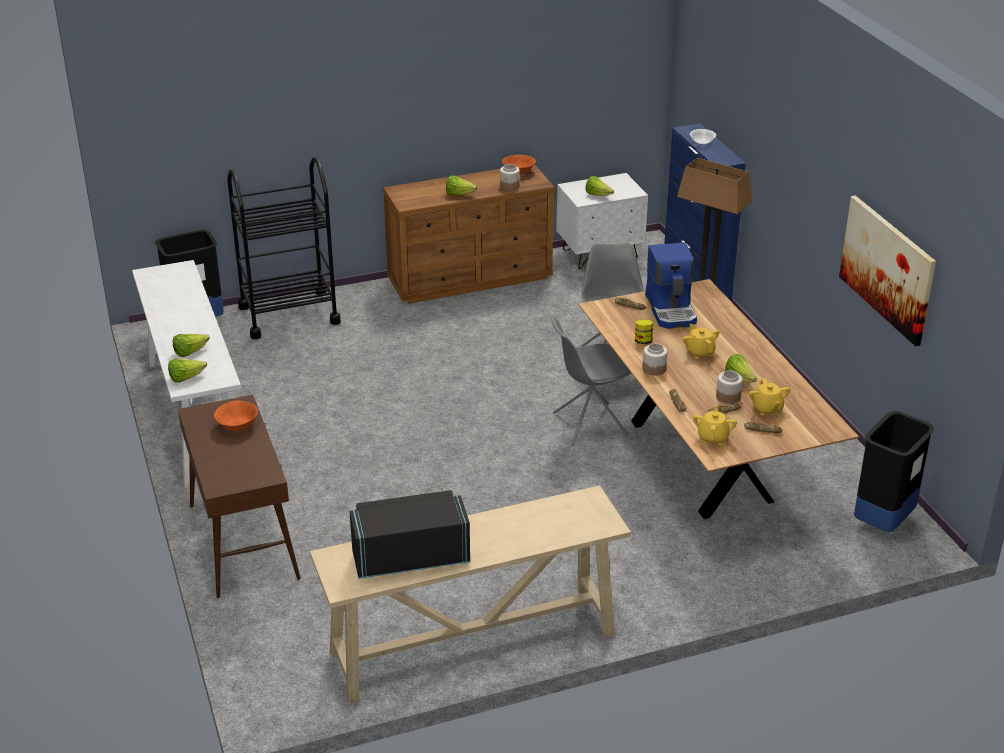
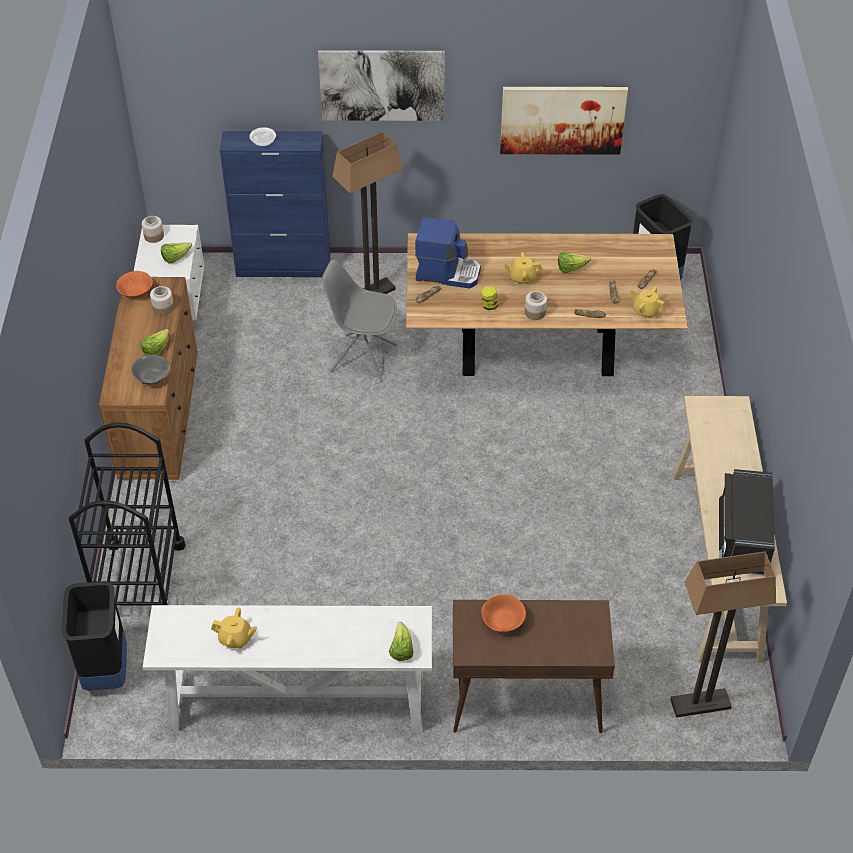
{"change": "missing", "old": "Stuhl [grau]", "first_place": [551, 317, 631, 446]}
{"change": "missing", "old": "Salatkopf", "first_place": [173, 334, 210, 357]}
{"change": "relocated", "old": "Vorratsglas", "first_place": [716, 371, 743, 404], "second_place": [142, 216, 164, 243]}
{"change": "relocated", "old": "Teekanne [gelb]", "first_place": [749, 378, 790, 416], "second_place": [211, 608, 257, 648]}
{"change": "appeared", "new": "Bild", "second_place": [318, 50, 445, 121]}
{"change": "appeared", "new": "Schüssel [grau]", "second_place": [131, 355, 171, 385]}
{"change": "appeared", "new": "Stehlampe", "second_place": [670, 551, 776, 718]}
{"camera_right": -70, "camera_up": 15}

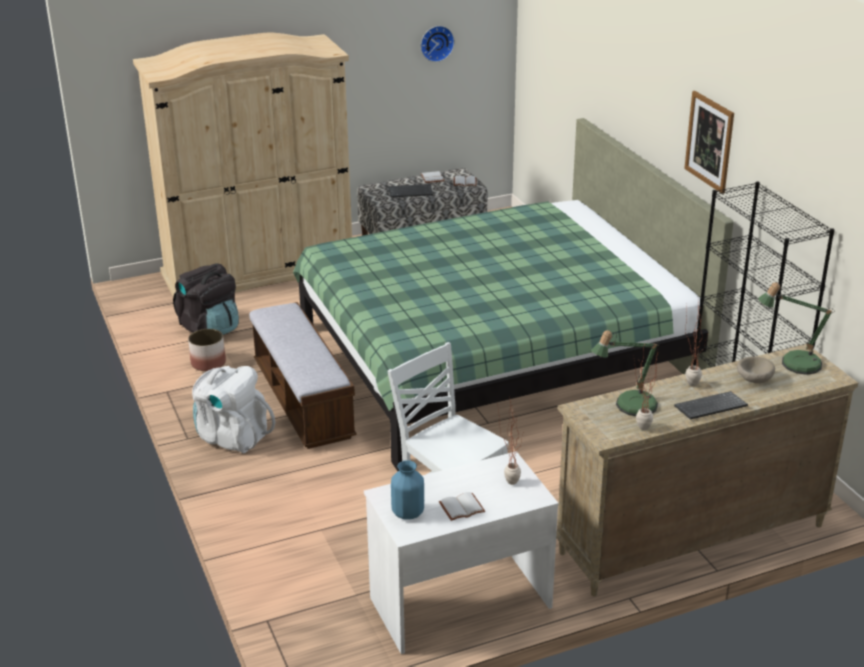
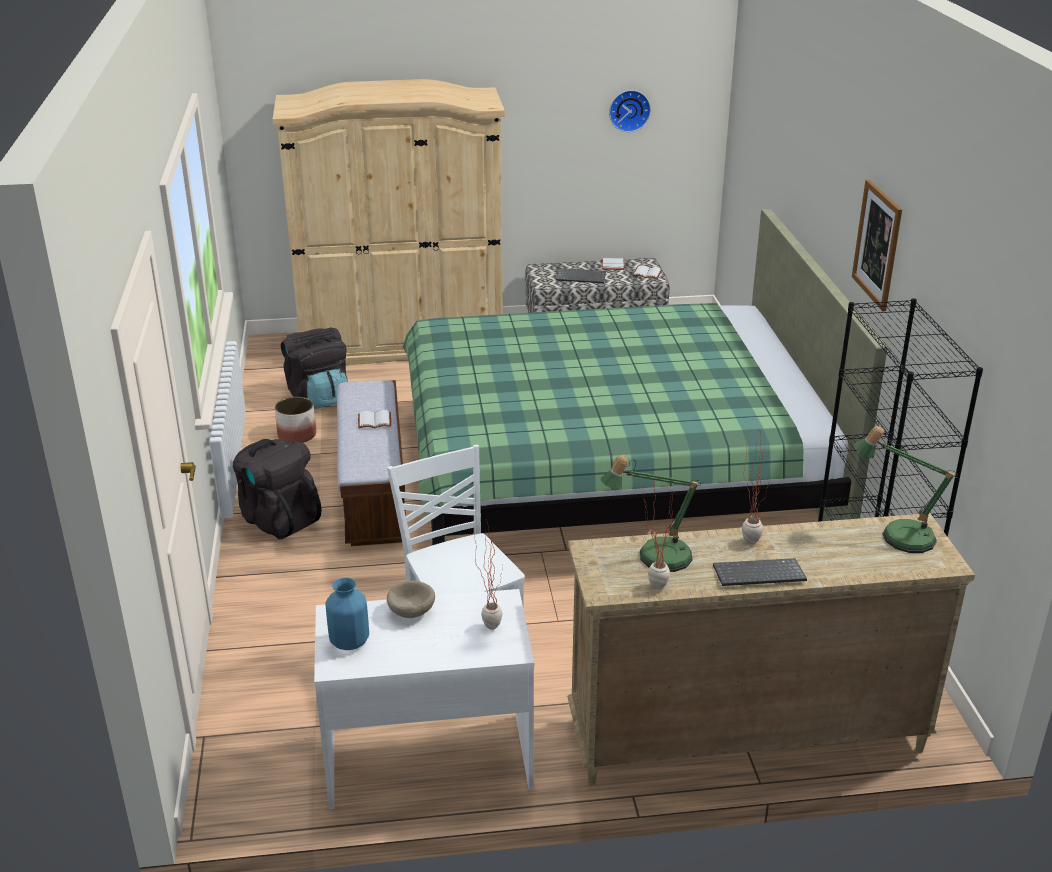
{"change": "relocated", "old": "Schüssel [beige]", "first_place": [737, 357, 775, 384], "second_place": [387, 581, 435, 618]}
{"change": "colour", "old": "Rucksack [weiß]", "new": "Rucksack [schwarz]", "first_place": [192, 366, 275, 453], "second_place": [233, 439, 322, 539]}
{"change": "relocated", "old": "Buch [weiß]", "first_place": [439, 492, 485, 521], "second_place": [358, 410, 391, 428]}
{"camera_right": 15, "camera_up": 0}

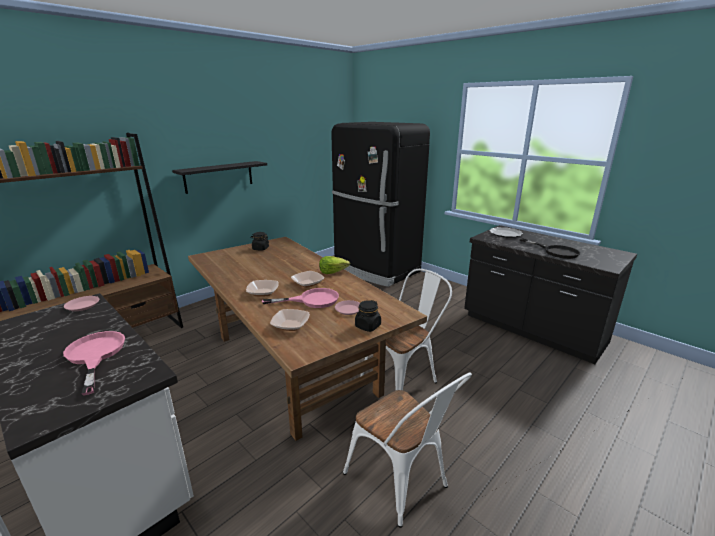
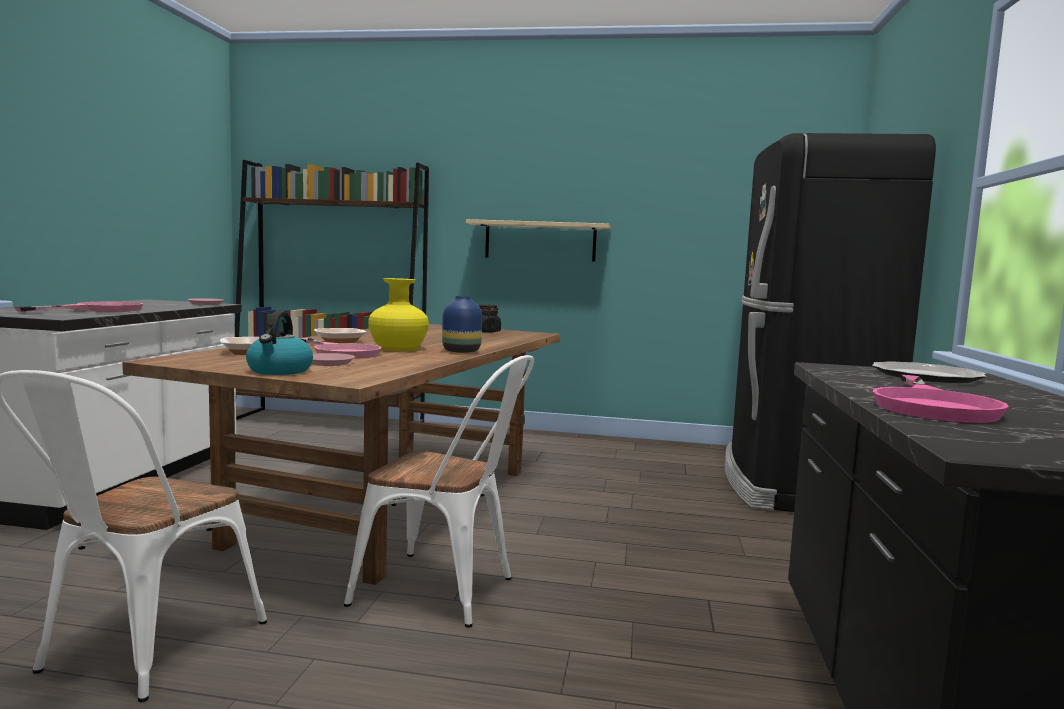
{"change": "colour", "old": "Wandregal [schwarz]", "new": "Wandregal [beige]", "first_place": [172, 161, 267, 194], "second_place": [466, 219, 611, 262]}
{"change": "colour", "old": "Pfanne [schwarz]", "new": "Pfanne [rosa]", "first_place": [520, 238, 580, 259], "second_place": [873, 375, 1009, 423]}
{"change": "exchanged", "old": "Salatkopf", "new": "Vase [blau]", "first_place": [319, 256, 350, 274], "second_place": [442, 295, 482, 353]}
{"change": "exchanged", "old": "Schüssel", "new": "Vase [gelb]", "first_place": [291, 271, 324, 288], "second_place": [368, 278, 429, 351]}
{"change": "exchanged", "old": "Vorratsglas [schwarz]", "new": "Wasserkessel", "first_place": [355, 300, 381, 332], "second_place": [246, 311, 313, 375]}
{"camera_right": 55, "camera_up": -15}

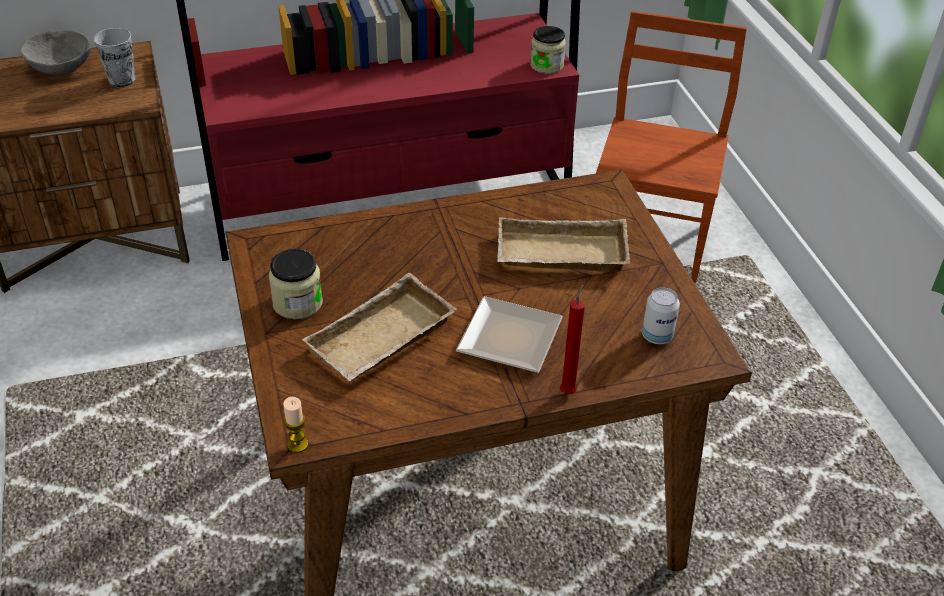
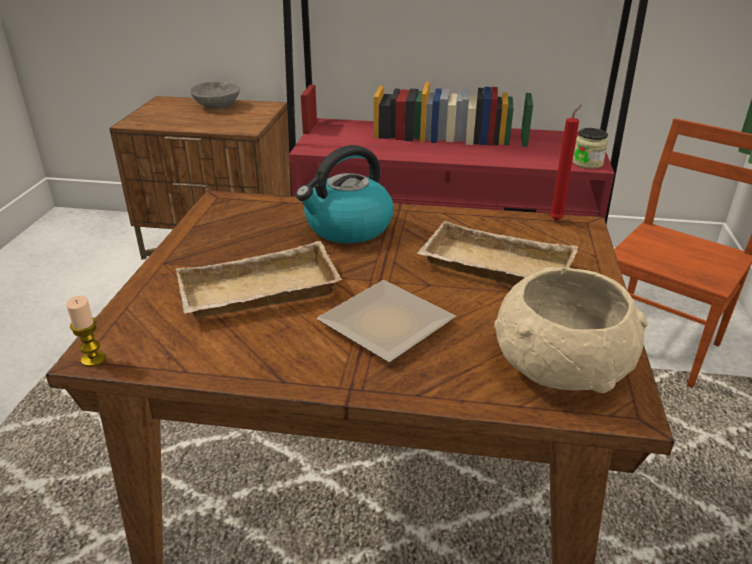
{"change": "missing", "old": "Tasse", "first_place": [94, 28, 135, 87]}
{"change": "missing", "old": "Vorratsglas", "first_place": [269, 249, 323, 319]}
{"change": "relocated", "old": "Kerze [rot]", "first_place": [560, 284, 585, 394], "second_place": [550, 105, 582, 220]}
{"change": "exchanged", "old": "Dose", "new": "Schüssel [beige]", "first_place": [642, 288, 680, 344], "second_place": [494, 267, 648, 393]}
{"change": "appeared", "new": "Wasserkessel", "second_place": [296, 145, 393, 243]}
{"camera_right": 25, "camera_up": -10}

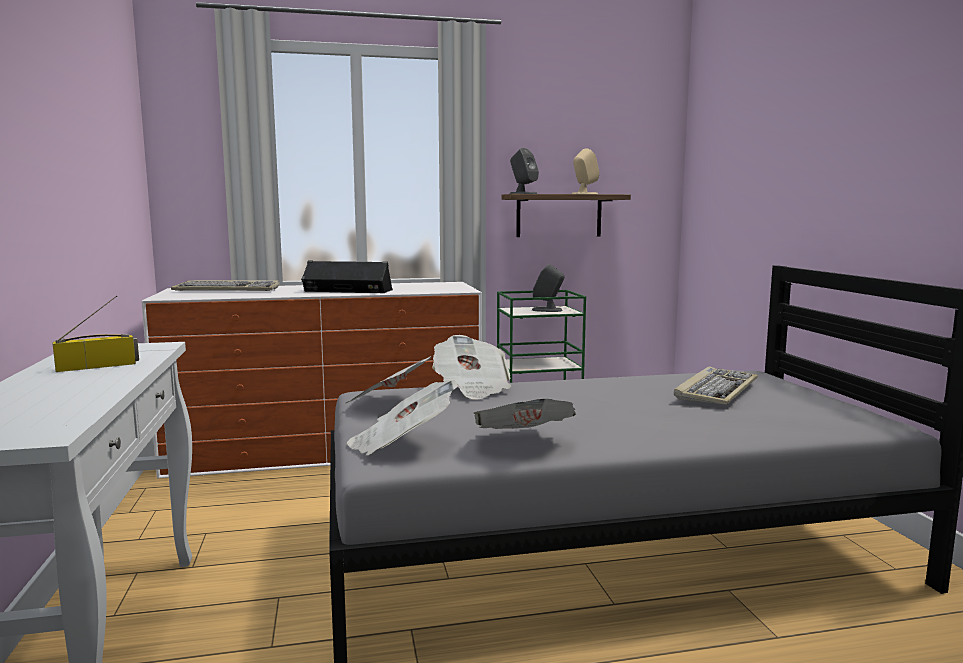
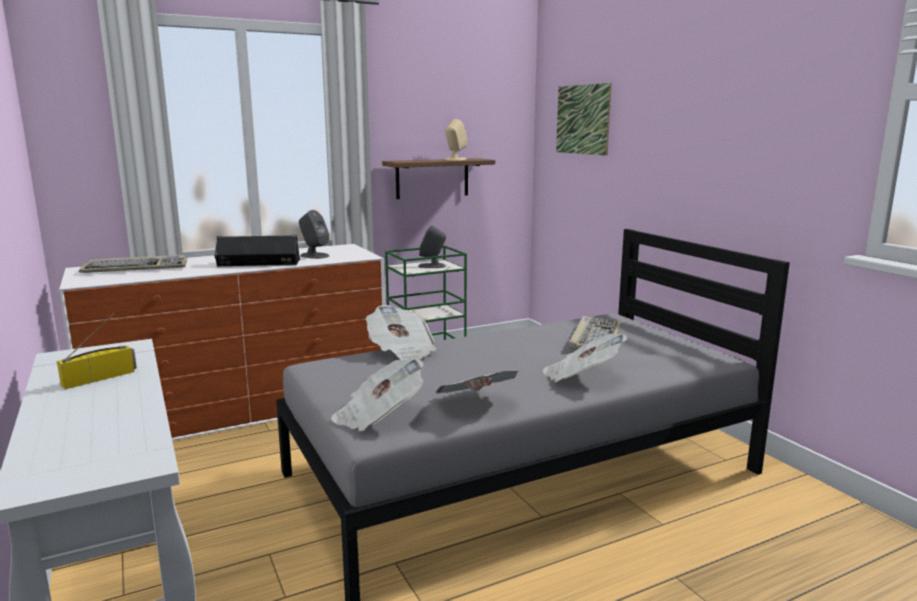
{"change": "relocated", "old": "Lautsprecher [grau]", "first_place": [510, 148, 539, 194], "second_place": [299, 210, 329, 259]}
{"change": "relocated", "old": "Zeitung", "first_place": [346, 356, 432, 403], "second_place": [543, 333, 627, 382]}
{"change": "appeared", "new": "Bild", "second_place": [556, 83, 612, 156]}
{"camera_right": -15, "camera_up": 5}

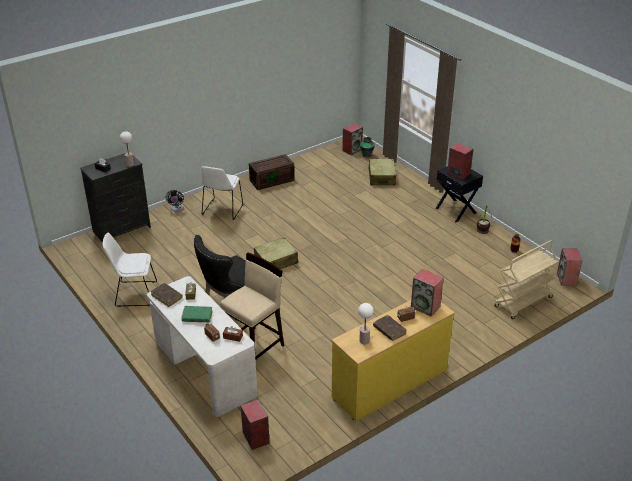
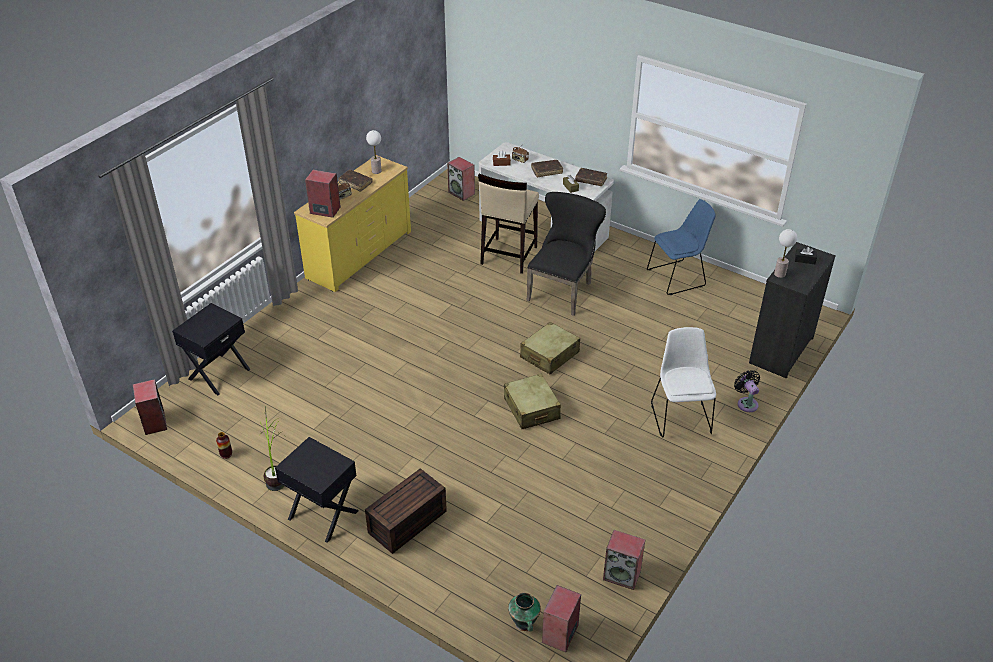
{"change": "relocated", "old": "Lautsprecher", "first_place": [447, 143, 473, 180], "second_place": [603, 530, 645, 590]}
{"change": "relocated", "old": "Aufbewahrungsbox [braun]", "first_place": [249, 154, 295, 190], "second_place": [365, 468, 447, 554]}
{"change": "relocated", "old": "Koffer [beige]", "first_place": [369, 159, 397, 186], "second_place": [504, 374, 561, 429]}
{"change": "colour", "old": "Stuhl [weiß]", "new": "Stuhl [blau]", "first_place": [103, 233, 157, 307], "second_place": [647, 199, 716, 295]}
{"change": "exchanged", "old": "Rollwagen [beige]", "new": "Nachttisch [schwarz]", "first_place": [494, 240, 558, 319], "second_place": [172, 303, 250, 395]}
{"change": "colour", "old": "Buch [grün]", "new": "Buch [braun]", "first_place": [182, 306, 213, 322], "second_place": [531, 160, 563, 177]}
{"camera_right": 160, "camera_up": 5}

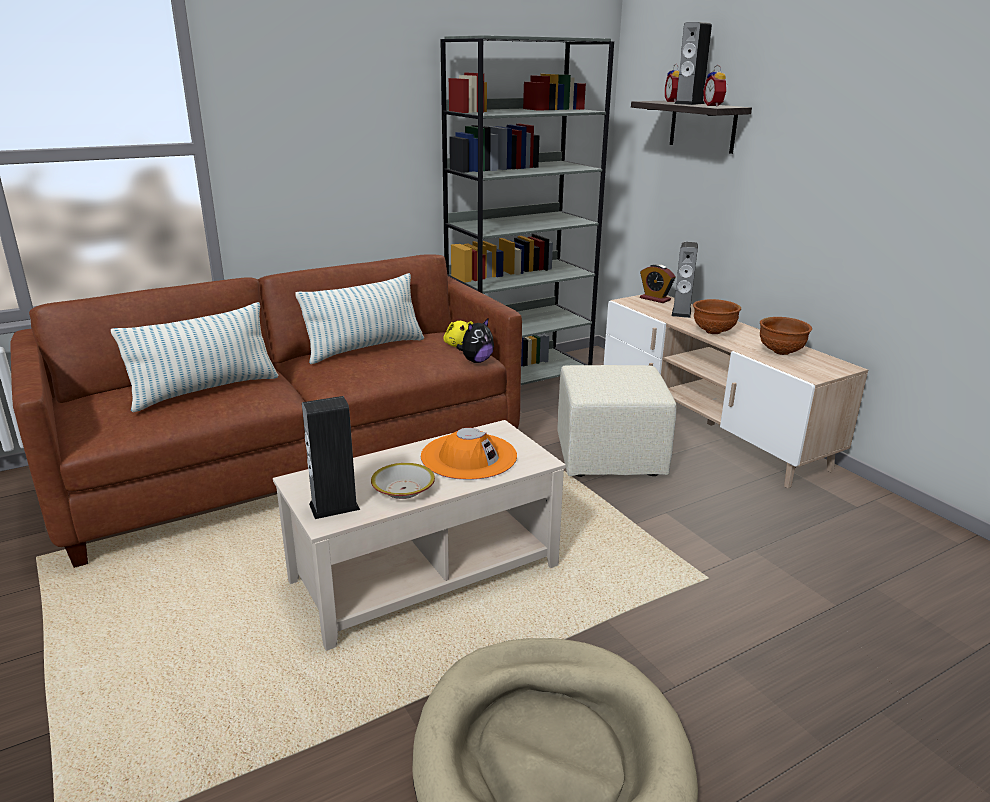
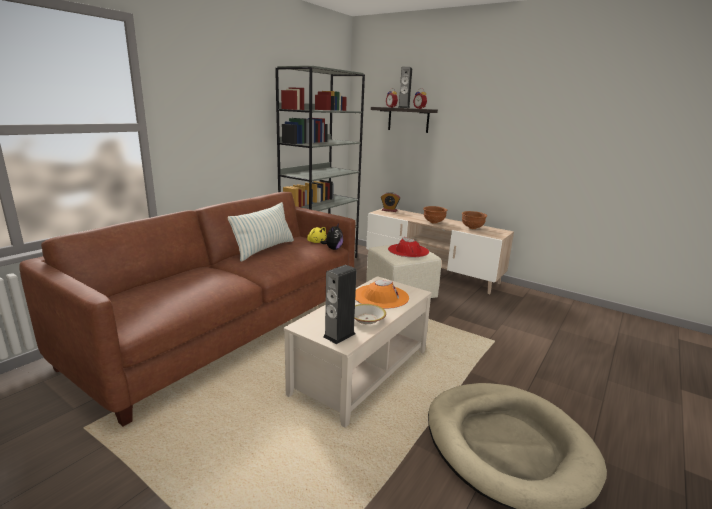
{"change": "missing", "old": "Lautsprecher", "first_place": [672, 242, 698, 318]}
{"change": "missing", "old": "Kissen", "first_place": [111, 302, 278, 412]}
{"change": "appeared", "new": "Hut [rot]", "second_place": [388, 237, 429, 257]}
{"camera_right": -25, "camera_up": -5}

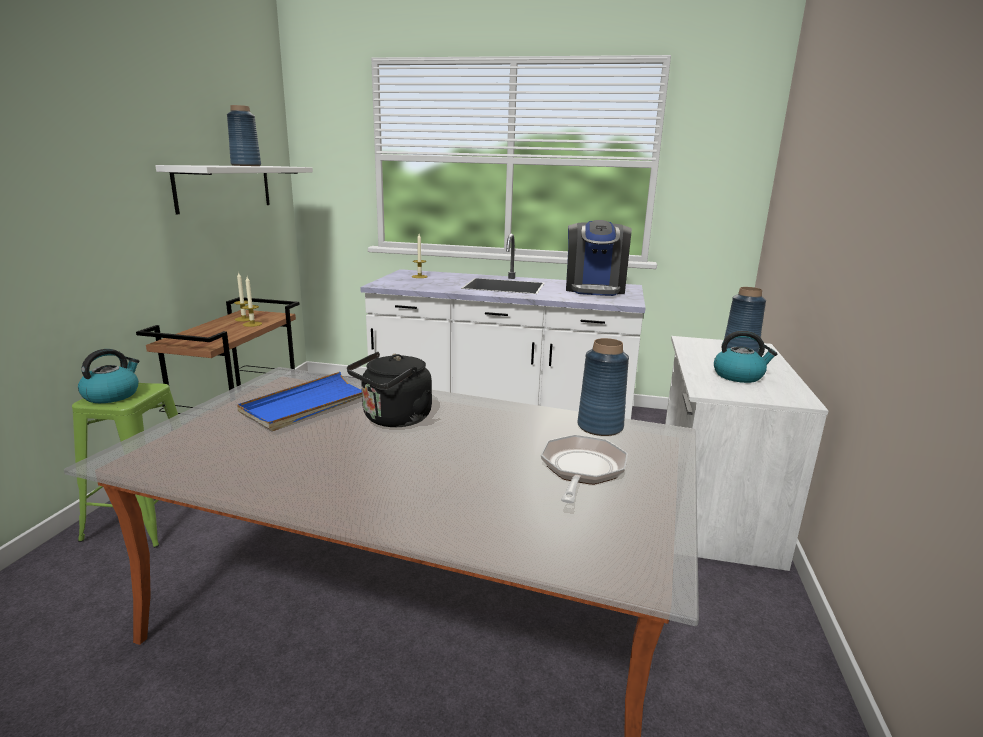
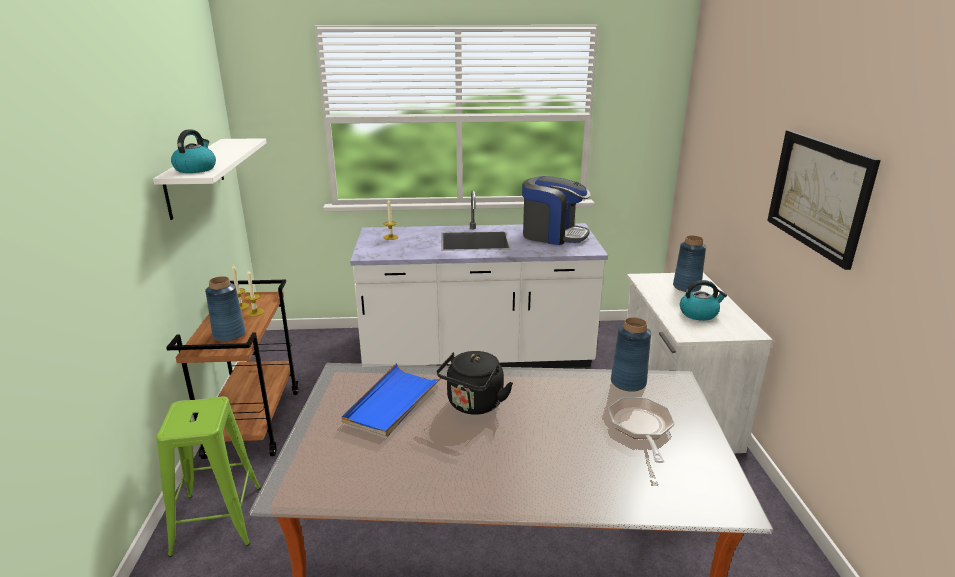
{"change": "relocated", "old": "Vase [blau]", "first_place": [227, 105, 261, 166], "second_place": [205, 276, 245, 342]}
{"change": "spun", "old": "Kaffeemaschine", "first_place": [566, 220, 632, 296], "second_place": [522, 176, 590, 245], "degrees": -60}
{"change": "relocated", "old": "Wasserkessel", "first_place": [78, 349, 139, 403], "second_place": [171, 129, 216, 173]}
{"change": "appeared", "new": "Bild", "second_place": [767, 130, 881, 270]}
{"camera_right": -15, "camera_up": 5}

